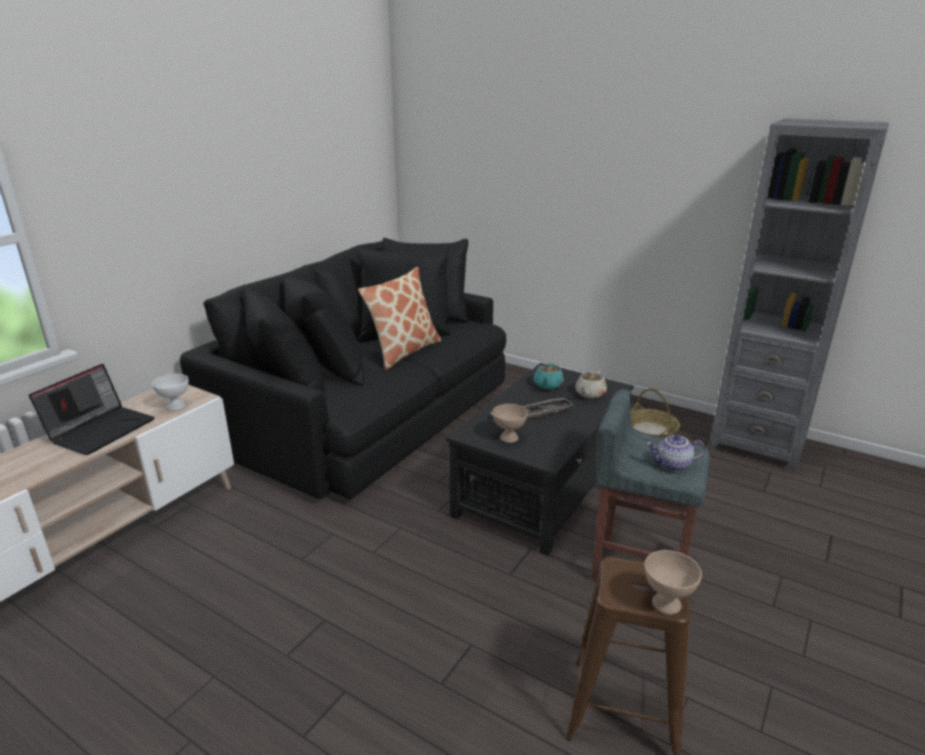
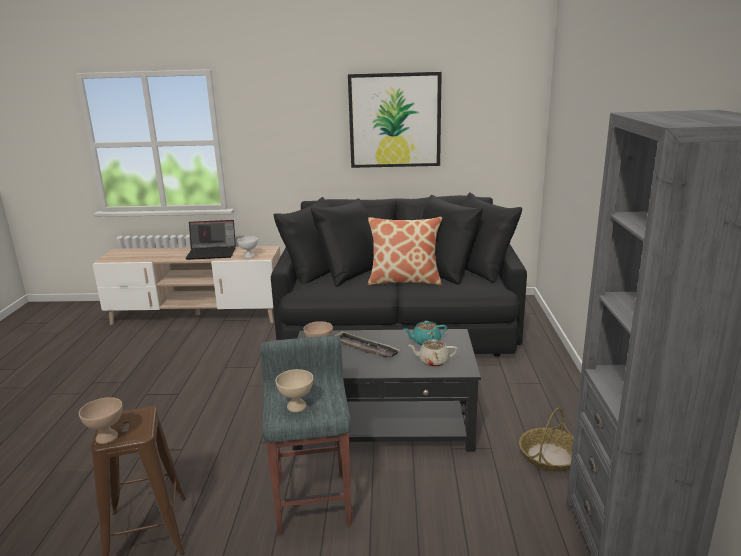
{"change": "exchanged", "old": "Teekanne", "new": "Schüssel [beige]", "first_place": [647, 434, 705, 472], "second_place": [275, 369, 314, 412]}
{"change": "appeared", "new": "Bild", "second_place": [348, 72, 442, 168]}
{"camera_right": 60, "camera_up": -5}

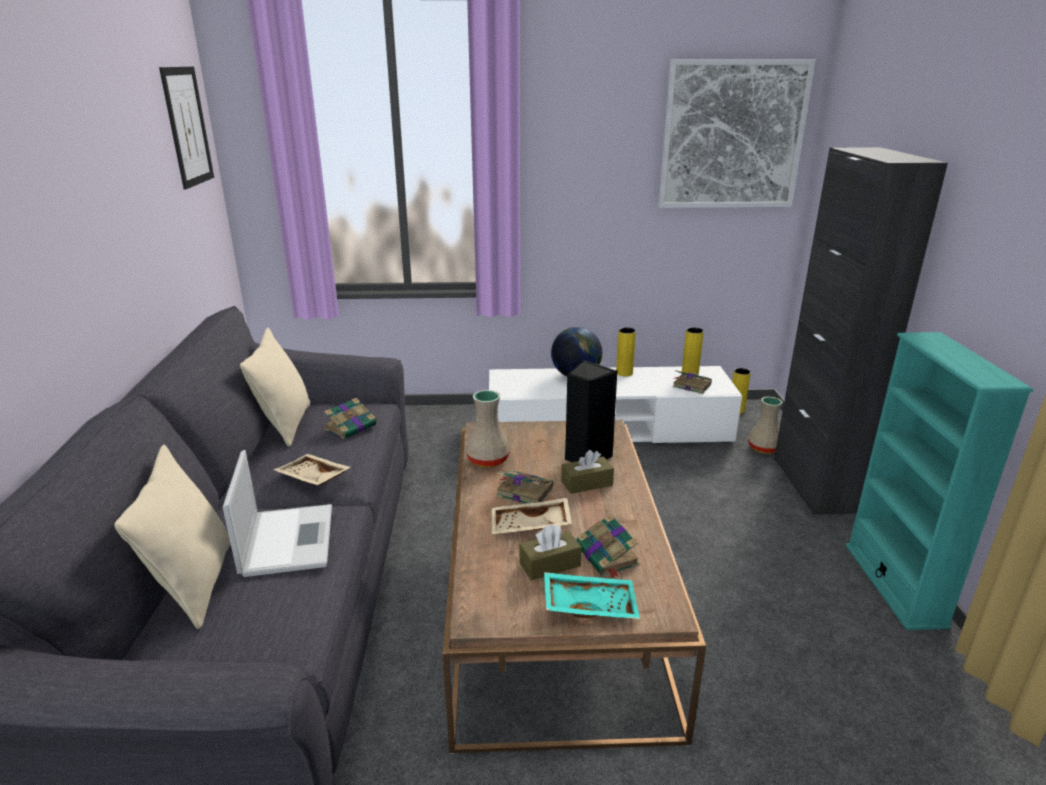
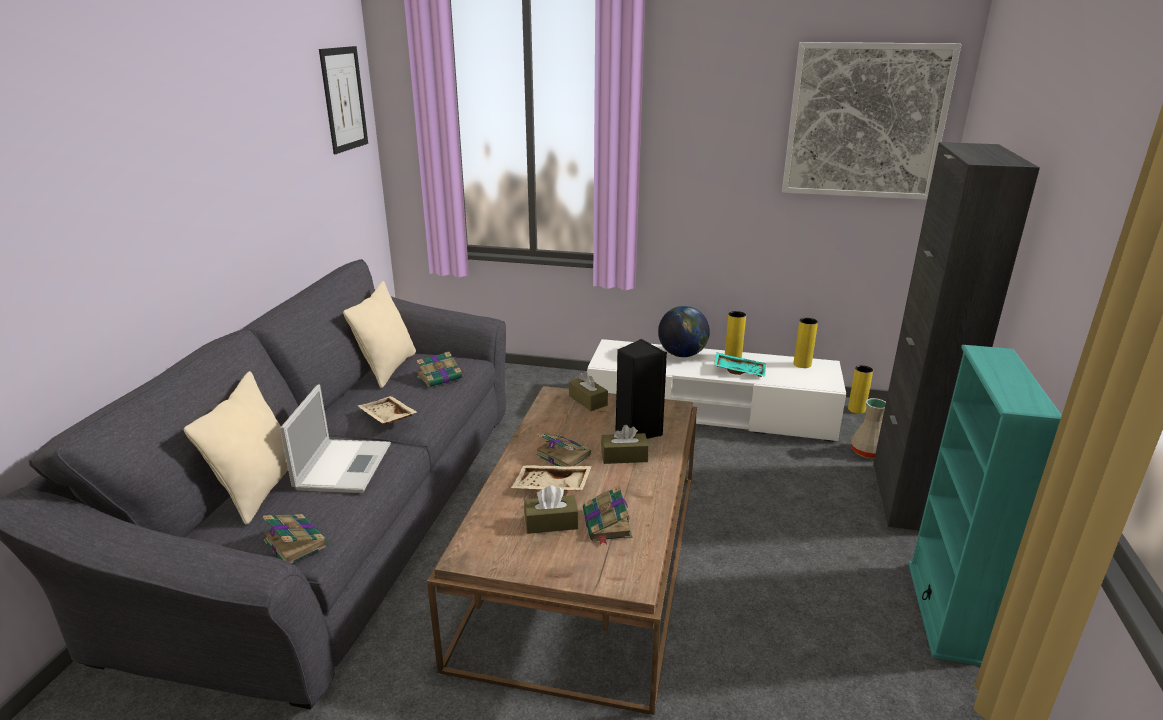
{"change": "relocated", "old": "Buch", "first_place": [673, 370, 712, 394], "second_place": [263, 514, 328, 564]}
{"change": "missing", "old": "Vase [beige]", "first_place": [466, 390, 510, 468]}
{"change": "relocated", "old": "Tablett [türkis]", "first_place": [544, 572, 640, 619], "second_place": [714, 353, 766, 377]}
{"change": "appeared", "new": "Taschentuchbox [braun]", "second_place": [569, 371, 608, 411]}
{"camera_right": 15, "camera_up": 0}

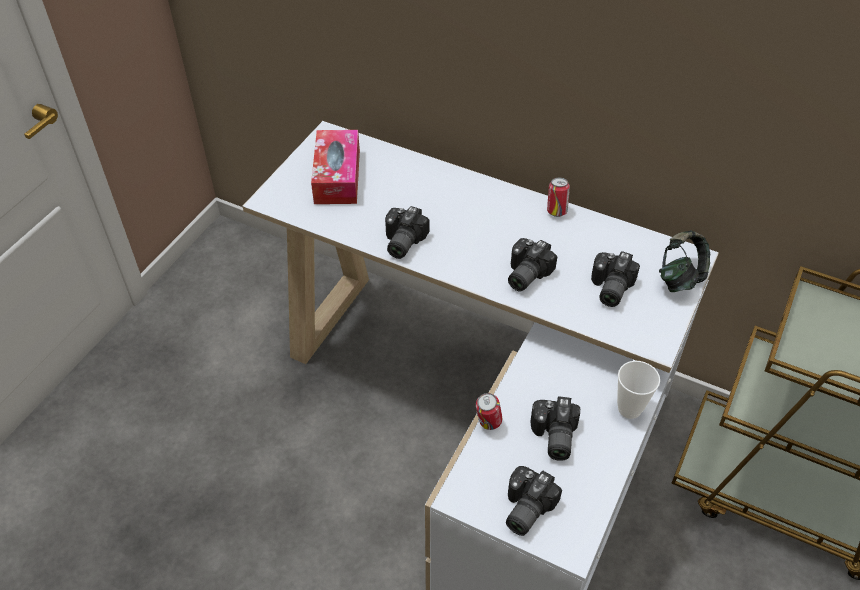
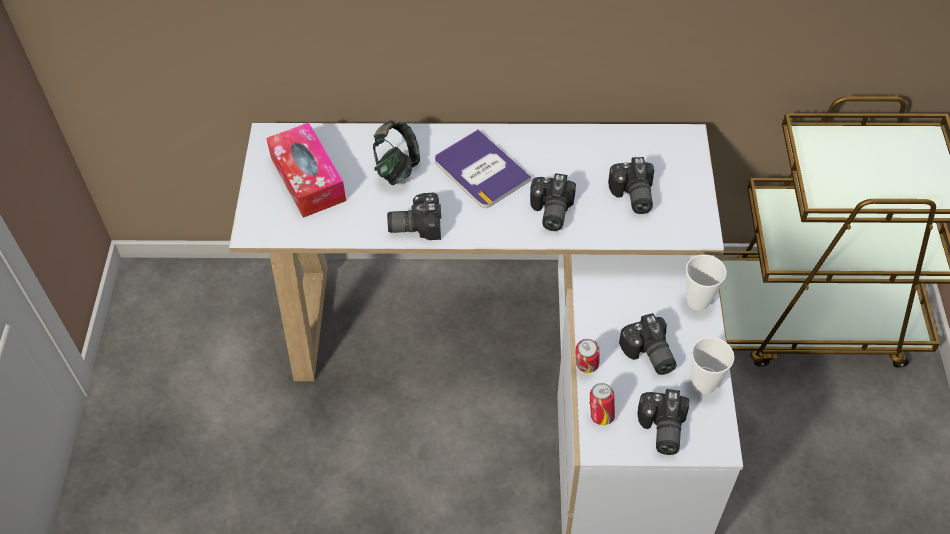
{"change": "relocated", "old": "Dose", "first_place": [547, 178, 570, 217], "second_place": [589, 383, 615, 425]}
{"change": "spun", "old": "Kamera", "first_place": [385, 206, 429, 259], "second_place": [387, 192, 441, 240], "degrees": 90}
{"change": "relocated", "old": "Kopfhörer", "first_place": [659, 230, 710, 292], "second_place": [373, 121, 420, 185]}
{"change": "appeared", "new": "Buch", "second_place": [435, 129, 532, 208]}
{"change": "appeared", "new": "Tasse", "second_place": [691, 337, 734, 394]}
{"camera_right": -25, "camera_up": 5}

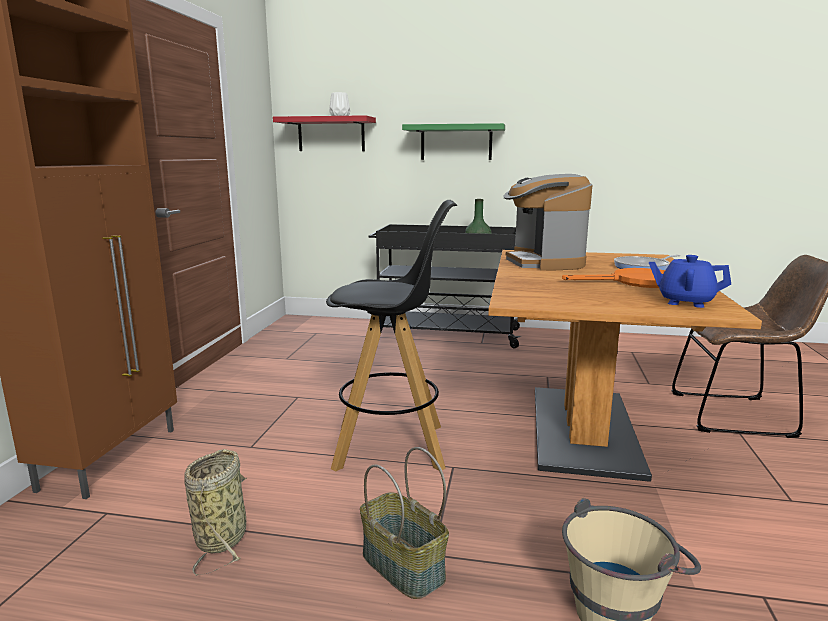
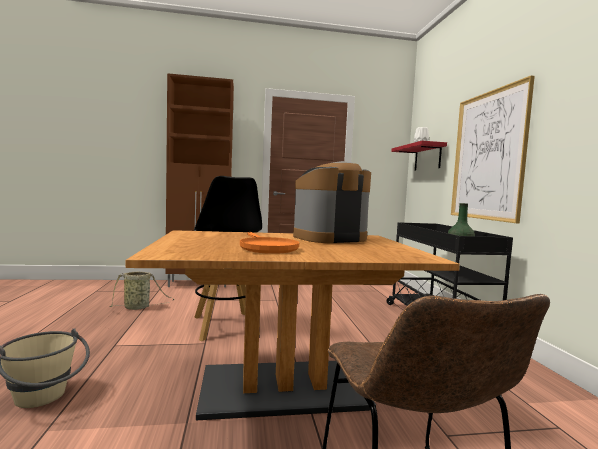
{"change": "exchanged", "old": "Wandregal [grün]", "new": "Bild", "first_place": [402, 123, 505, 160], "second_place": [451, 76, 535, 223]}
{"change": "missing", "old": "Pfanne", "first_place": [614, 255, 680, 270]}
{"change": "missing", "old": "Teekanne [blau]", "first_place": [649, 255, 731, 308]}
{"change": "missing", "old": "Korb", "first_place": [360, 447, 449, 599]}
{"camera_right": 70, "camera_up": -10}

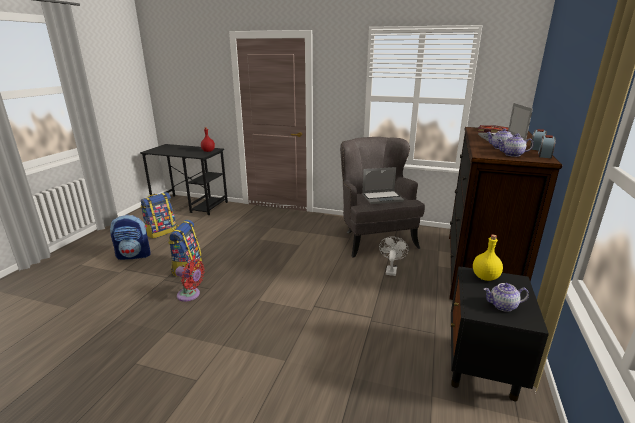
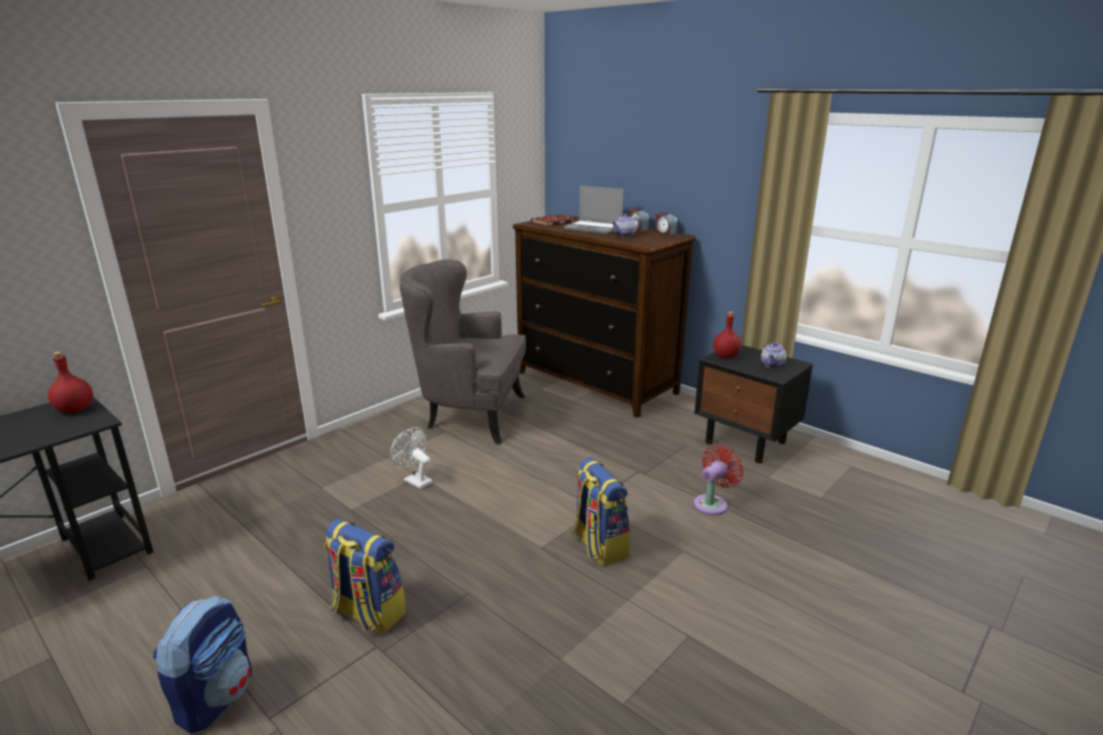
{"change": "missing", "old": "Teekanne", "first_place": [497, 134, 534, 157]}
{"change": "missing", "old": "Laptop", "first_place": [362, 167, 404, 204]}
{"change": "relocated", "old": "Rucksack", "first_place": [141, 192, 177, 239], "second_place": [572, 457, 630, 566]}
{"change": "colour", "old": "Flasche [gelb]", "new": "Flasche [rot]", "first_place": [473, 235, 503, 281], "second_place": [713, 311, 741, 358]}
{"change": "relocated", "old": "Ventilator [weiß]", "first_place": [379, 236, 409, 276], "second_place": [390, 427, 432, 489]}
{"change": "relocated", "old": "Ventilator [rot]", "first_place": [175, 259, 205, 301], "second_place": [694, 445, 743, 515]}
{"camera_right": -65, "camera_up": 0}

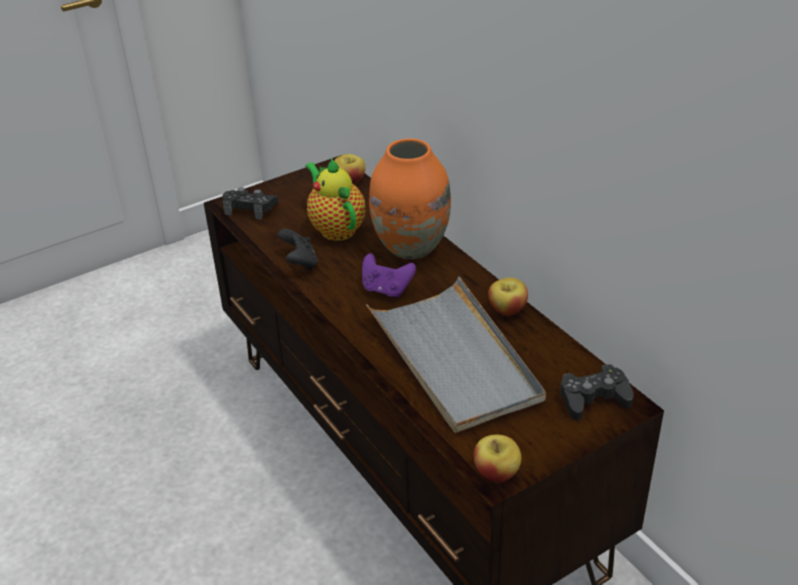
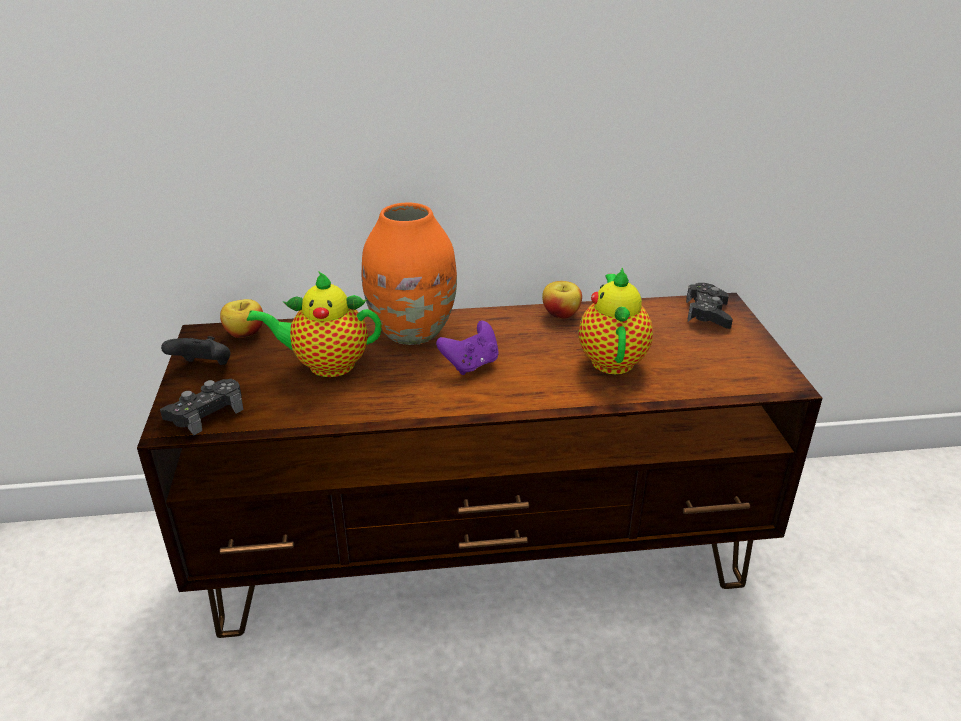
{"change": "relocated", "old": "Gamepad [schwarz]", "first_place": [278, 229, 318, 270], "second_place": [161, 336, 231, 365]}
{"change": "exchanged", "old": "Tablett [grau]", "new": "Teekanne", "first_place": [366, 276, 546, 433], "second_place": [579, 267, 653, 374]}
{"change": "missing", "old": "Apfel", "first_place": [474, 435, 521, 482]}
{"camera_right": -65, "camera_up": -5}

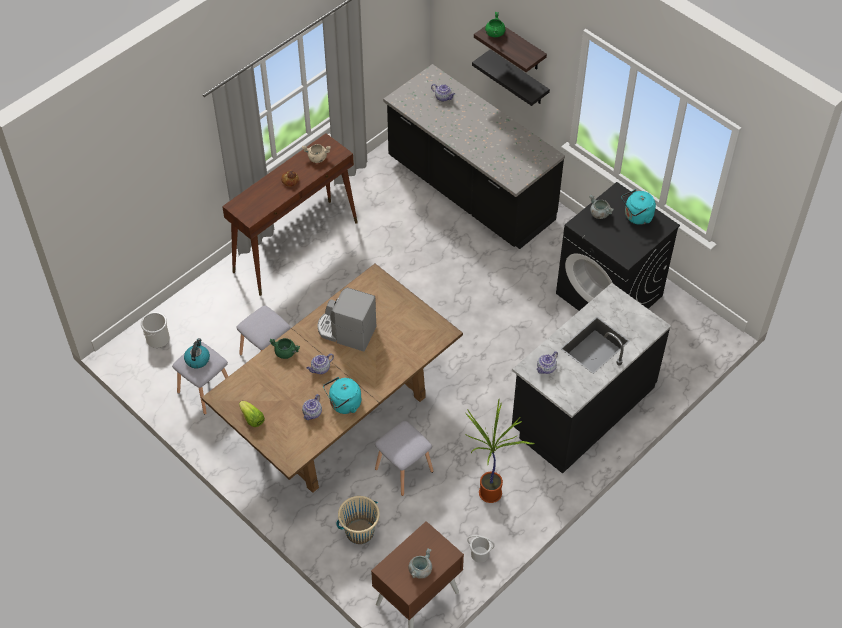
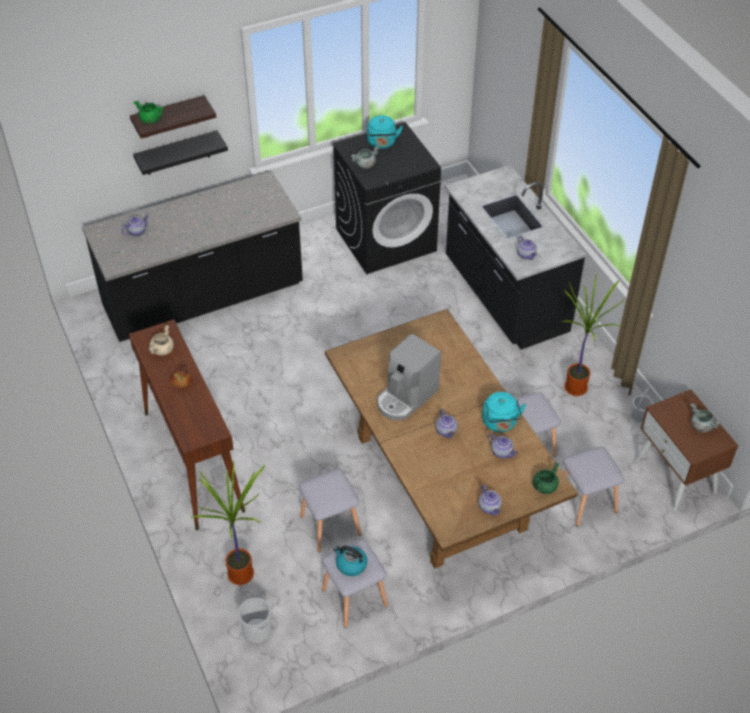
{"change": "relocated", "old": "Kochtopf [grün]", "first_place": [269, 338, 300, 359], "second_place": [532, 462, 559, 494]}
{"change": "exchanged", "old": "Salatkopf", "new": "Teekanne", "first_place": [239, 401, 265, 427], "second_place": [479, 485, 502, 516]}
{"change": "exchanged", "old": "Eimer [beige]", "new": "Hocker [grau]", "first_place": [336, 496, 380, 544], "second_place": [563, 446, 625, 526]}
{"change": "appeared", "new": "Topfpflanze", "second_place": [190, 461, 265, 585]}
{"camera_right": -70, "camera_up": -5}

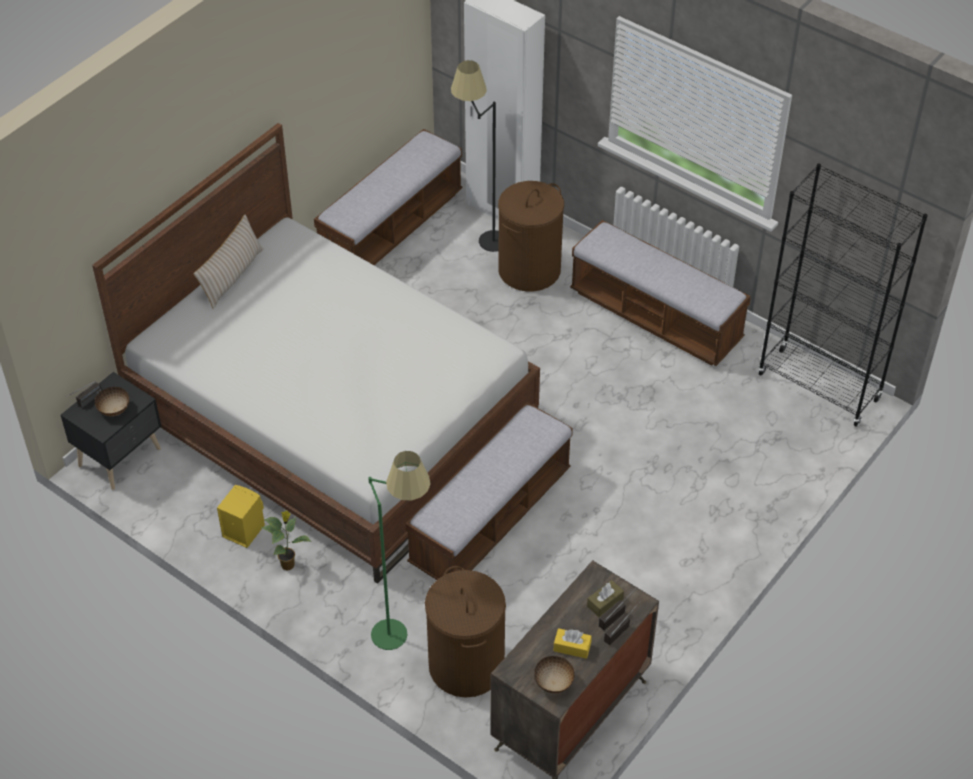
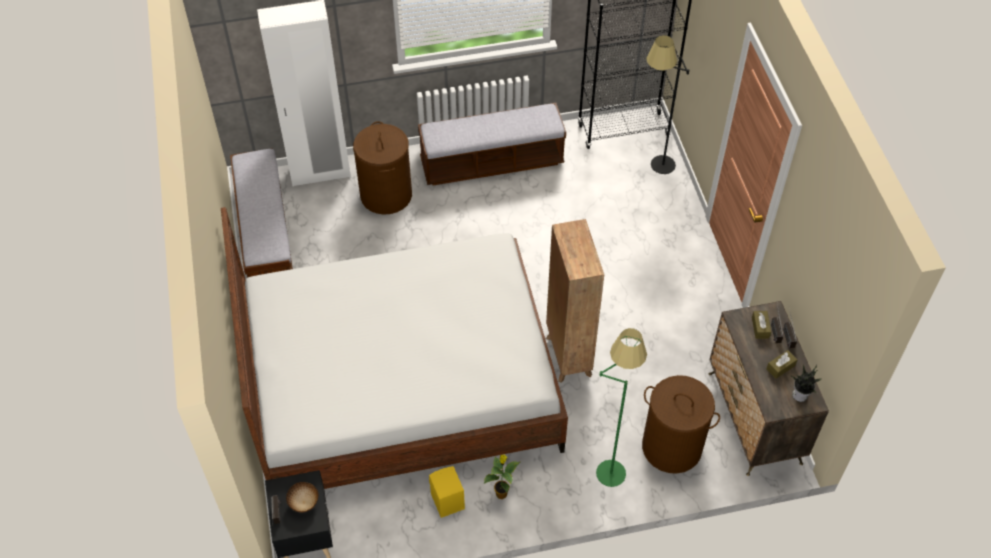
{"change": "relocated", "old": "Stehlampe [schwarz]", "first_place": [451, 60, 499, 252], "second_place": [646, 35, 689, 174]}
{"change": "missing", "old": "Kissen [beige]", "first_place": [193, 214, 263, 309]}
{"change": "exchanged", "old": "Bank", "new": "Bücherregal [braun]", "first_place": [405, 402, 573, 580], "second_place": [546, 219, 604, 383]}
{"change": "colour", "old": "Taschentuchbox [gelb]", "new": "Taschentuchbox [braun]", "first_place": [554, 628, 592, 659], "second_place": [766, 350, 797, 378]}
{"change": "exchanged", "old": "Schüssel", "new": "Topfpflanze", "first_place": [534, 656, 575, 693], "second_place": [791, 365, 821, 402]}
{"camera_right": -50, "camera_up": 5}

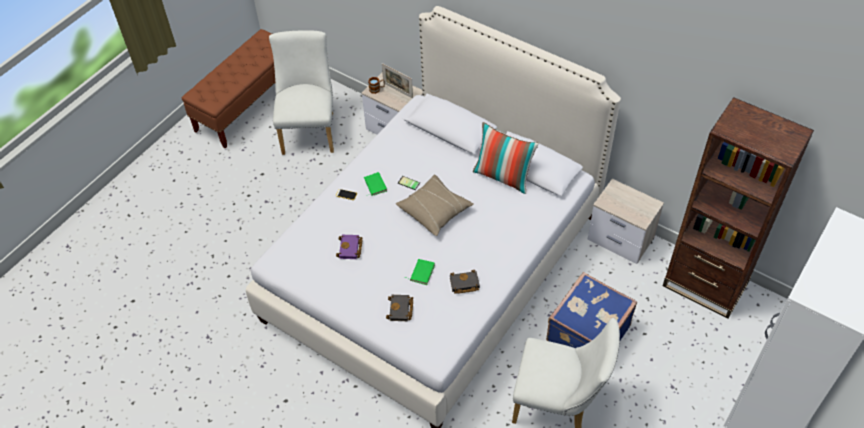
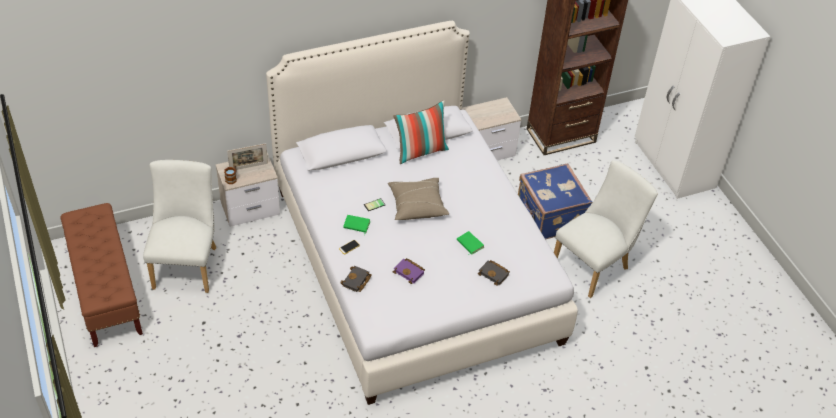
{"change": "spun", "old": "Stuhl [weiß]", "first_place": [269, 30, 334, 155], "second_place": [143, 160, 217, 293], "degrees": 60}
{"change": "relocated", "old": "Buch [schwarz]", "first_place": [450, 270, 480, 294], "second_place": [340, 266, 372, 292]}
{"camera_right": -60, "camera_up": -5}

